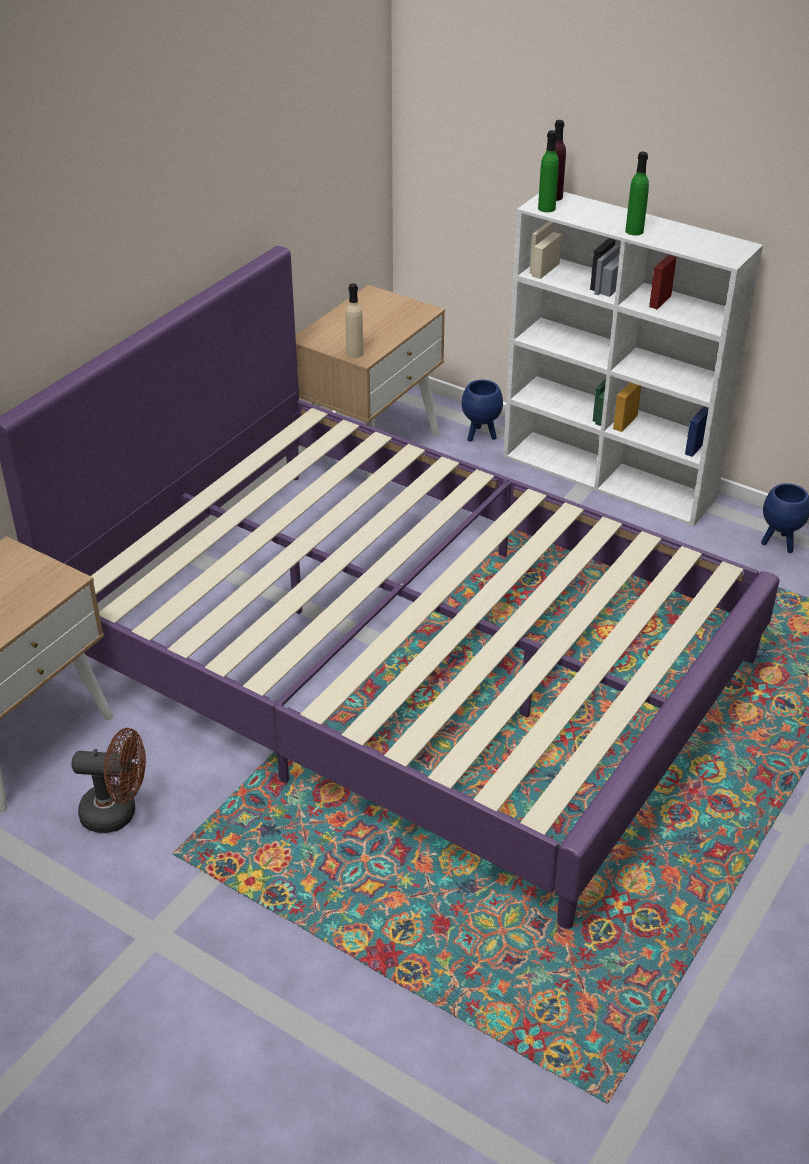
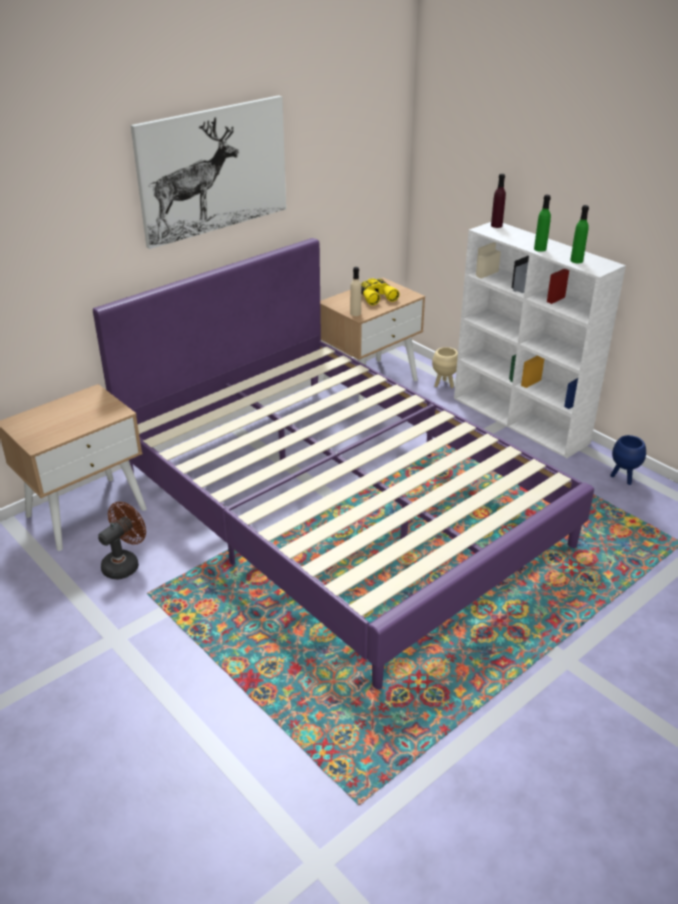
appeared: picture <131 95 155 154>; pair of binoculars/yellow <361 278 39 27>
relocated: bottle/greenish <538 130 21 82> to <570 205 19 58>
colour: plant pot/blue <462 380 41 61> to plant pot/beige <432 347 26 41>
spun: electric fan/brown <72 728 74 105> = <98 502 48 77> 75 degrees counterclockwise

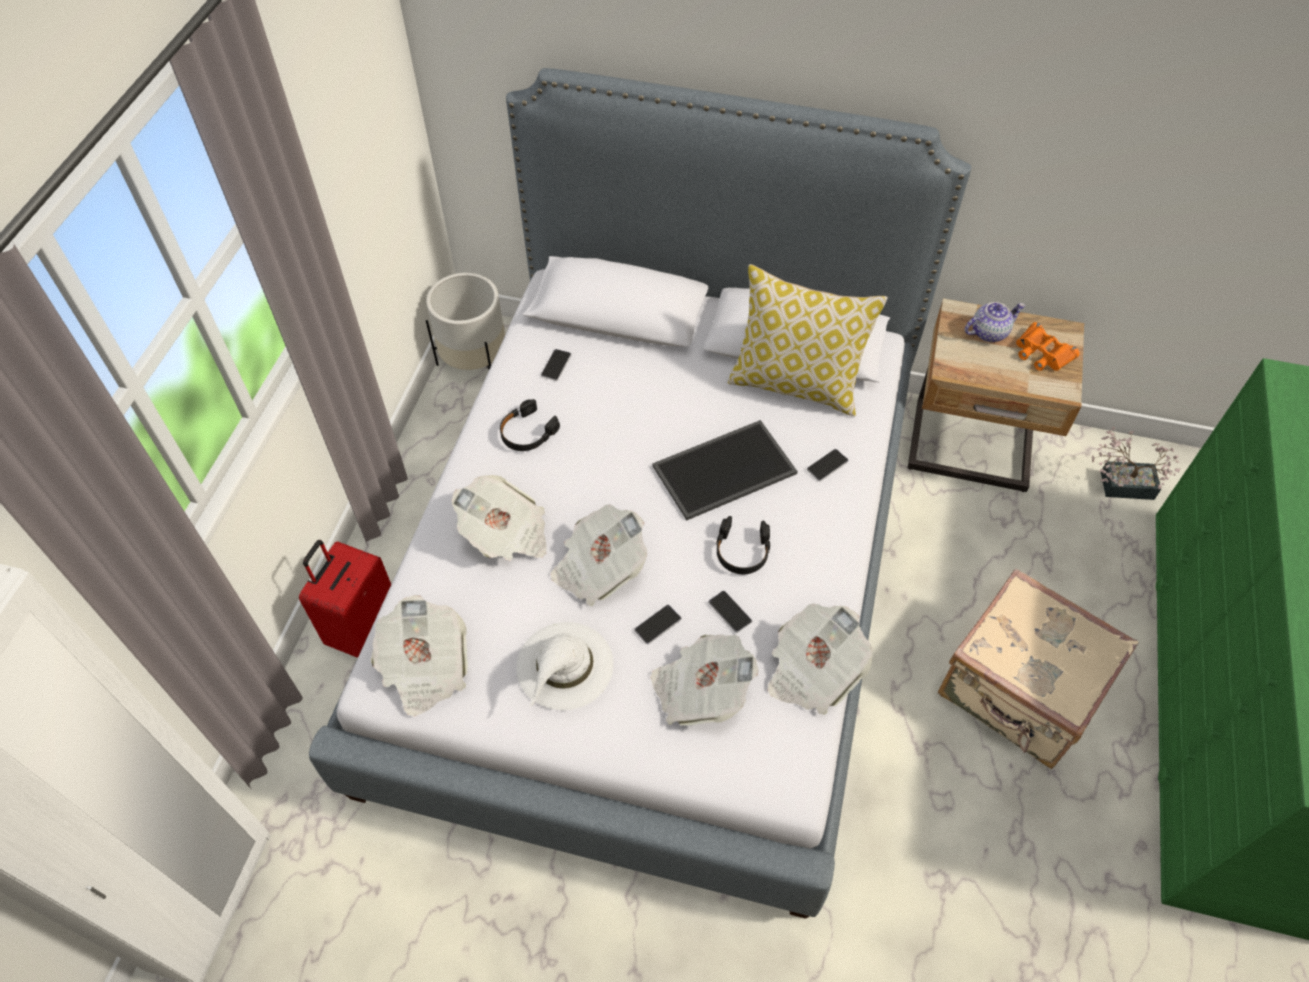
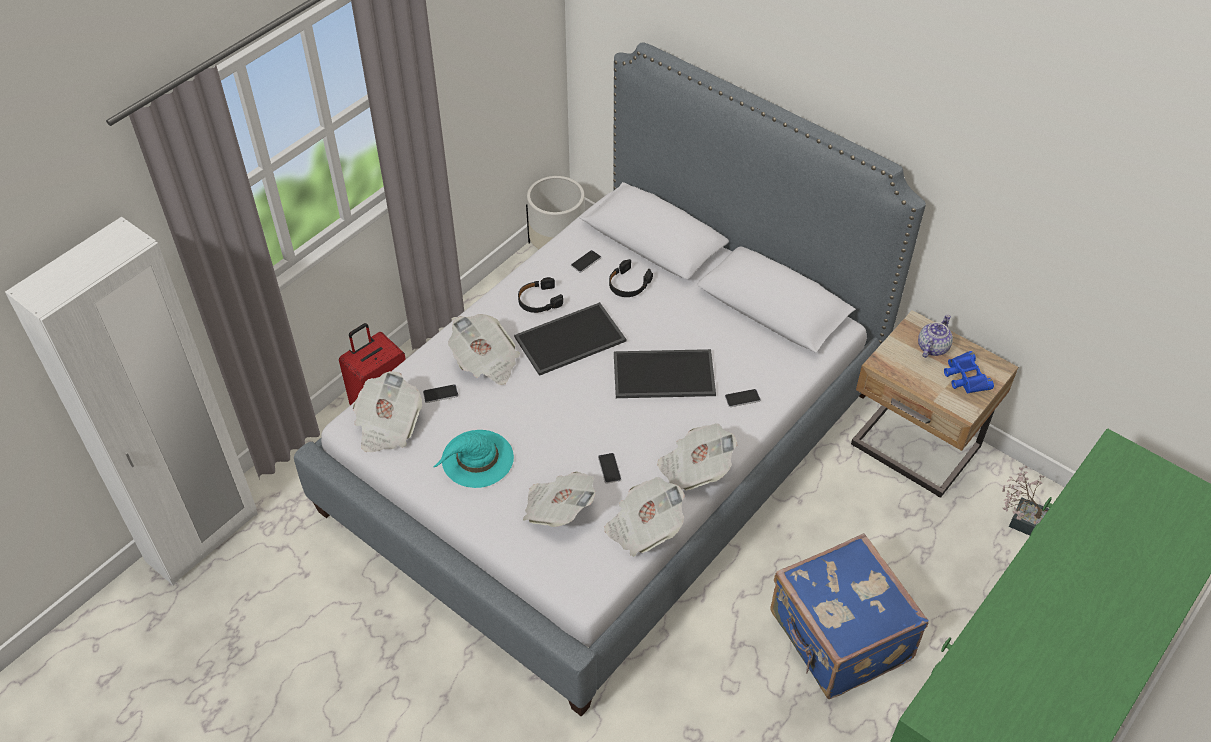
missing: throw pillow <728 264 160 153>
appeared: tray <514 302 112 74>
relocated: printed paper <551 504 96 102> to <657 423 80 68>; headphones/black-coloured <716 516 54 58> to <609 259 44 38>; handset <634 605 47 39> to <423 384 35 19>
colour: pair of binoculars/orangey <1016 322 64 49> to pair of binoculars/blue <944 351 50 42>; piece of luggage/beige <938 568 200 201> to piece of luggage/blue <770 533 159 166>; clothing hat/white-coloured <516 622 97 88> to clothing hat/turquoise-coloured <433 430 81 58>
spun: teapot <965 302 60 40> = <918 314 35 44> 60 degrees counterclockwise

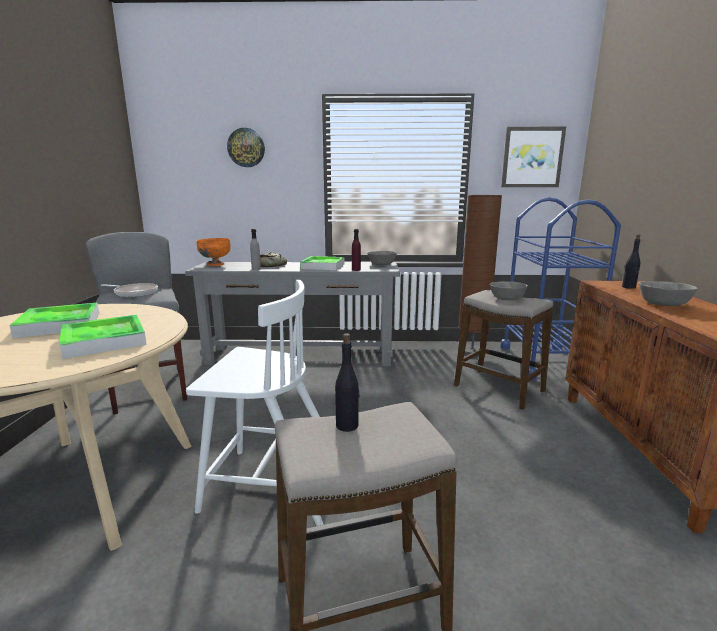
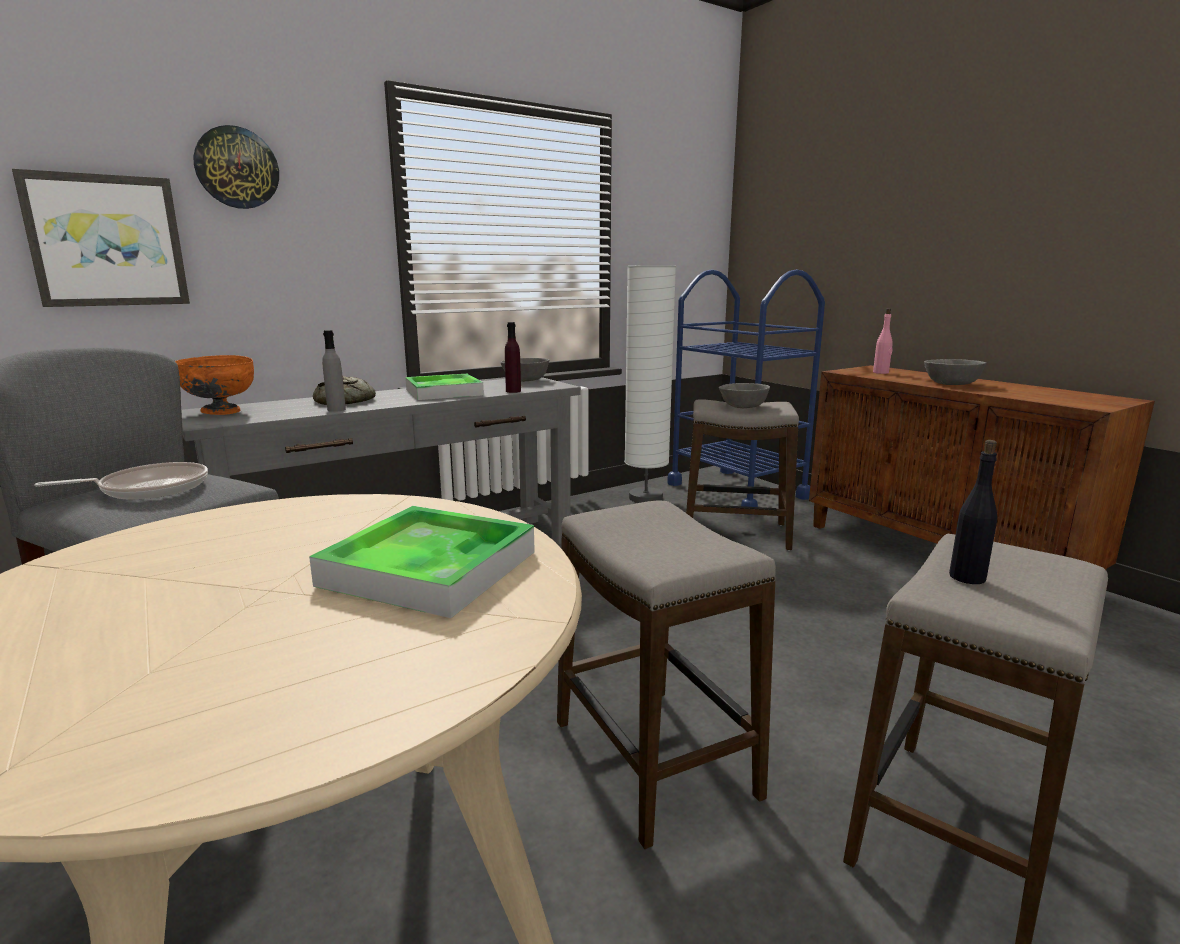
missing: tray <9 302 91 36>
relocated: picture <501 127 65 60> to <12 169 178 138>
exchanged: chair/white-coloured <186 280 137 246> to sitting stool <557 501 219 348>
colour: standing lamp/brown <459 195 43 162> to standing lamp/white-coloured <624 266 52 237>; bottle/black-coloured <622 234 19 55> to bottle/pink-coloured <873 308 20 66>

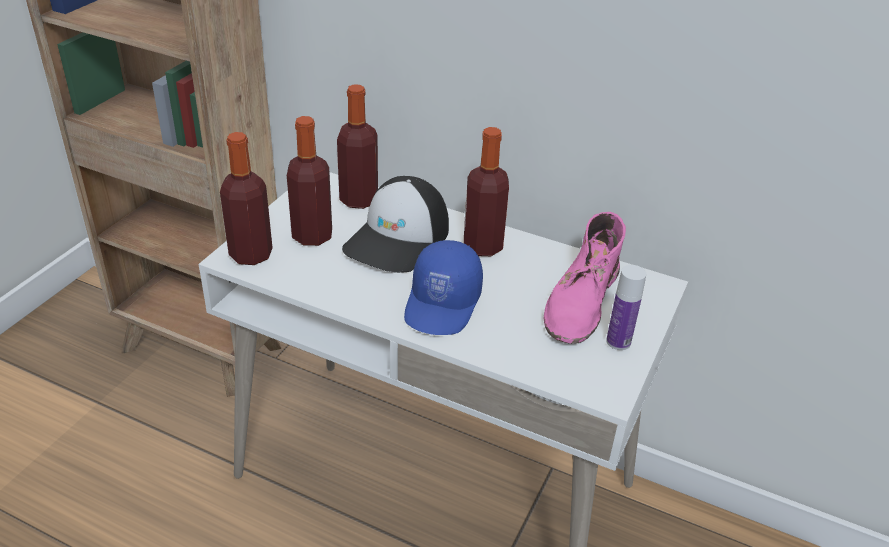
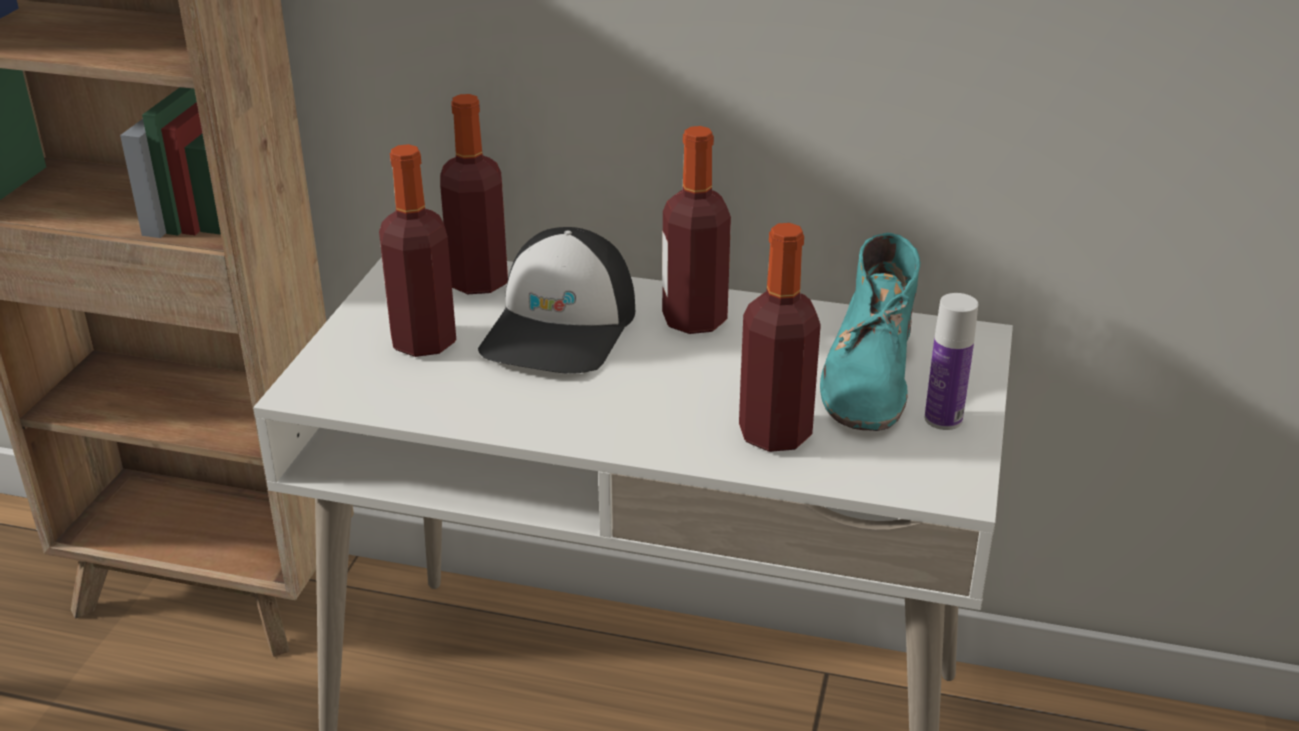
missing: cap/blue <404 240 79 95>
relocated: bottle <220 132 53 133> to <739 223 82 229>
colour: high-top boot/pink-coloured <544 212 82 132> to high-top boot/turquoise-coloured <820 233 100 198>

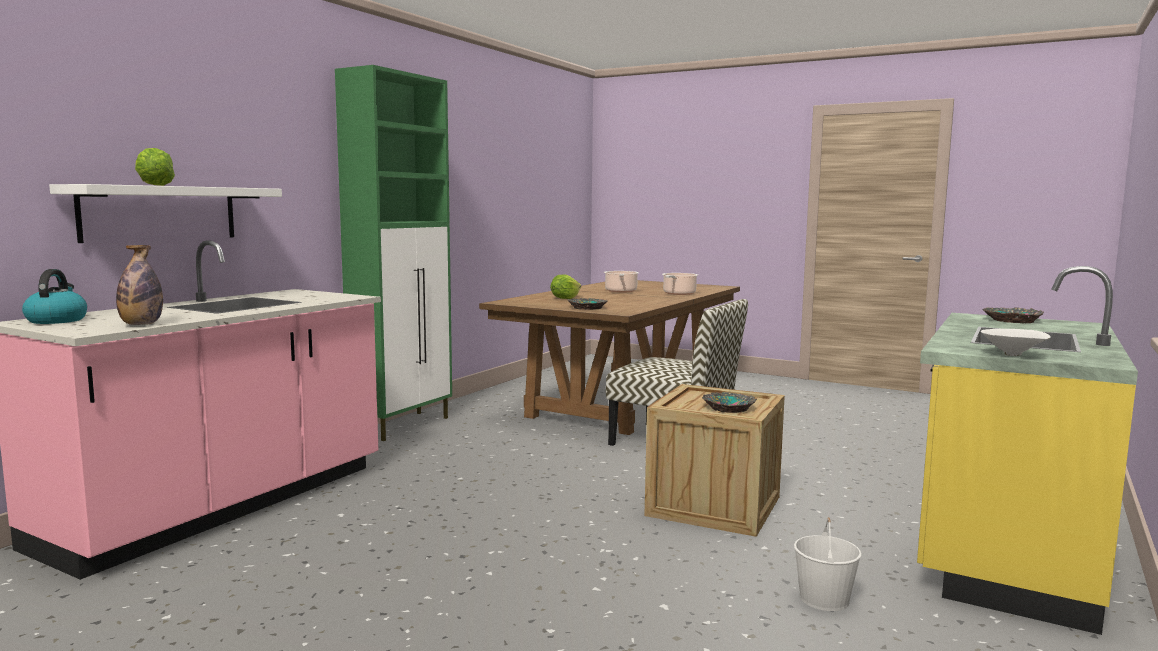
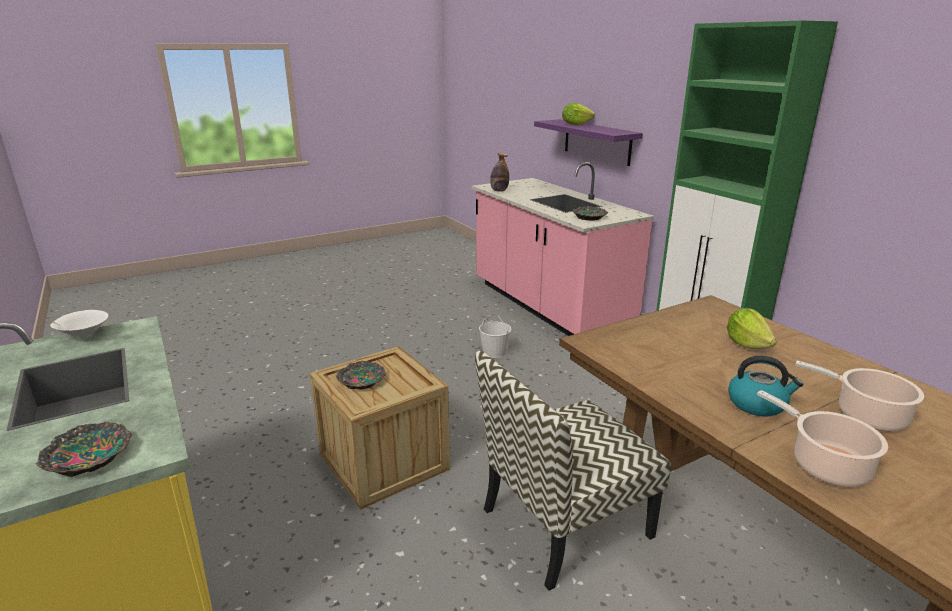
relocated: water kettle <22 269 65 55> to <728 356 76 60>; serving bowl <568 298 40 12> to <572 206 36 15>; bucket/white-coloured <794 517 68 94> to <479 313 32 45>
colour: bracket shelf/white-coloured <49 184 233 59> to bracket shelf/purple <534 119 109 47>

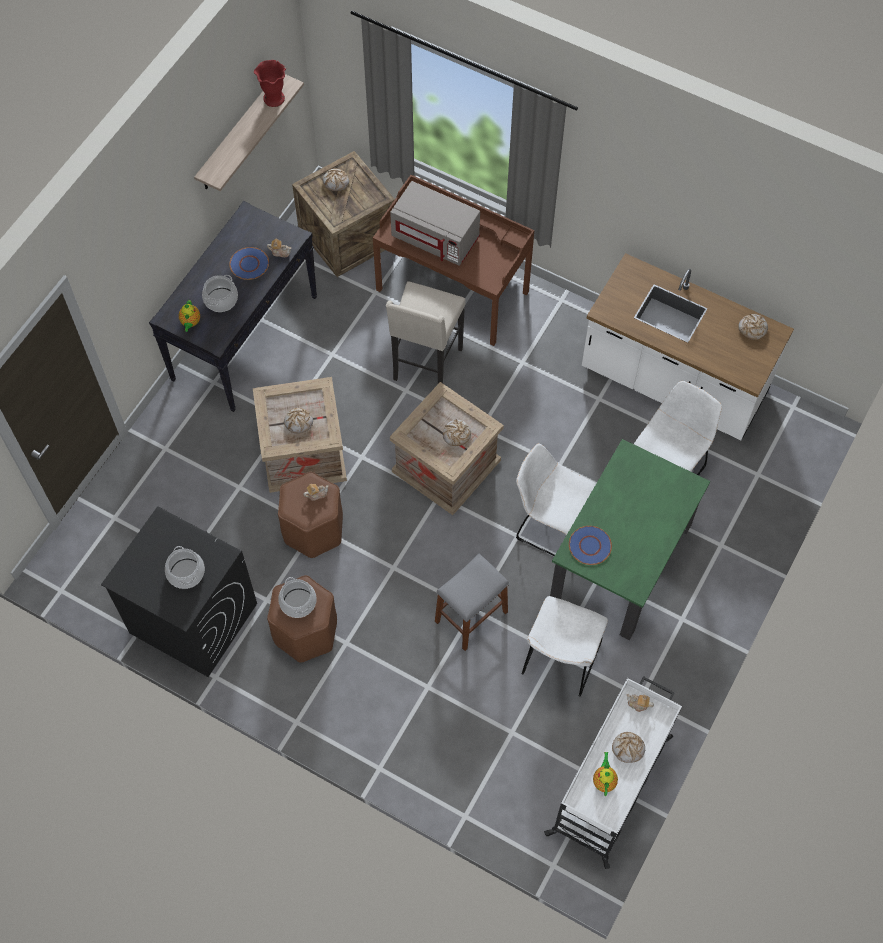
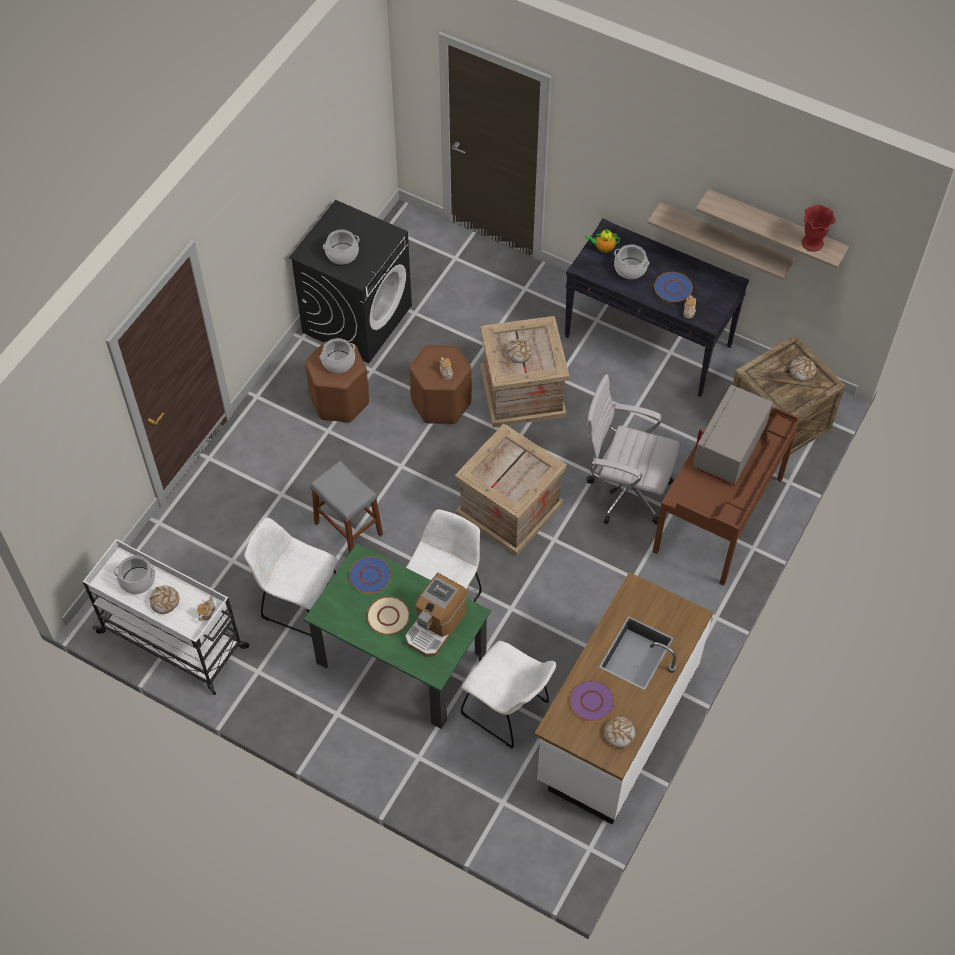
missing: bakery bread <443 419 28 27>
appeared: bracket shelf <647 202 148 78>; coffee maker <405 573 62 84>; flat dish/beige <367 596 43 39>; flat dish/purple <569 680 46 42>
exchanged: sitting stool/beige <386 281 80 103> to office chair/white-coloured <586 374 94 150>; teapot <593 752 25 44> to cooking pot <114 556 41 38>

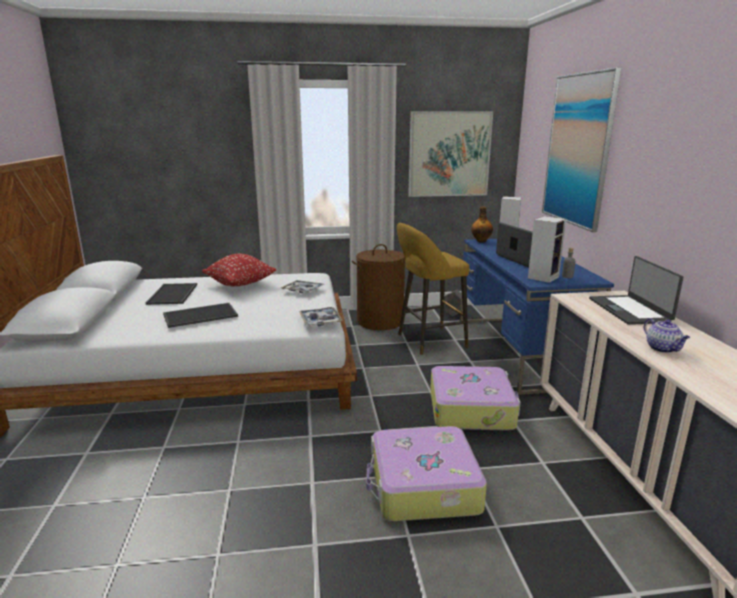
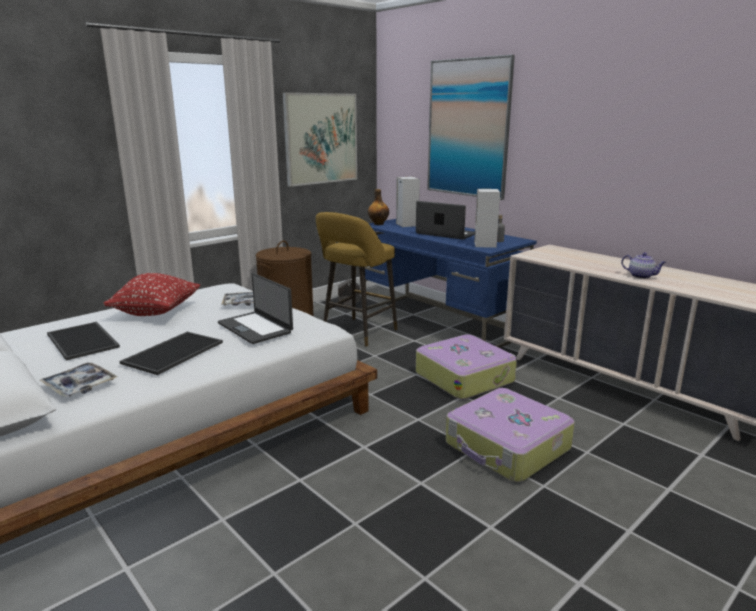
relocated: laptop <589 256 94 69> to <218 273 75 71>; tray <299 307 44 19> to <39 362 79 35>

